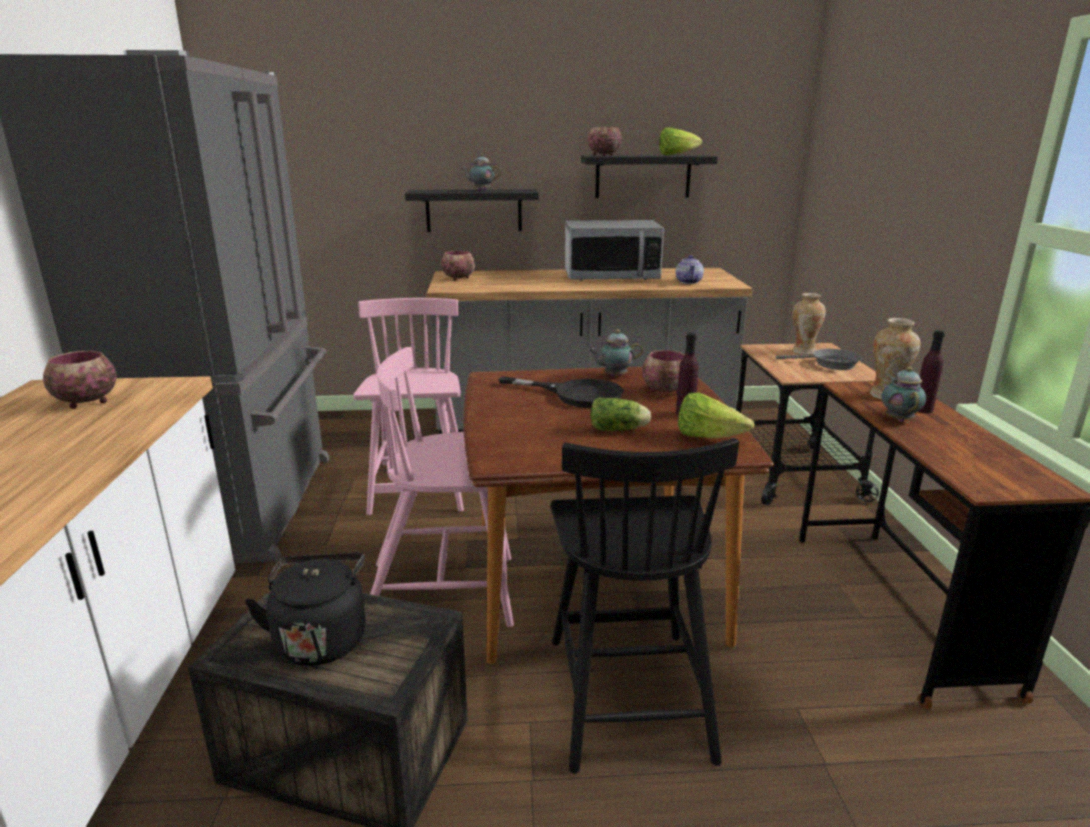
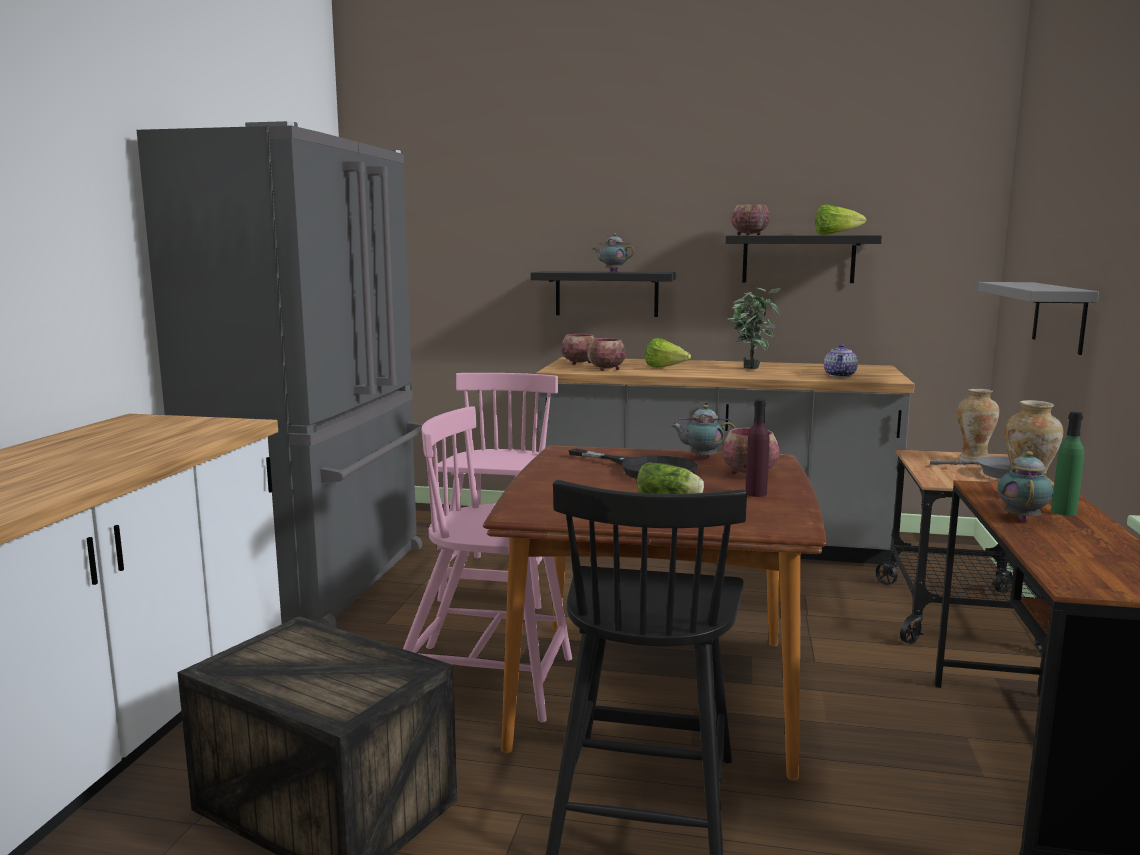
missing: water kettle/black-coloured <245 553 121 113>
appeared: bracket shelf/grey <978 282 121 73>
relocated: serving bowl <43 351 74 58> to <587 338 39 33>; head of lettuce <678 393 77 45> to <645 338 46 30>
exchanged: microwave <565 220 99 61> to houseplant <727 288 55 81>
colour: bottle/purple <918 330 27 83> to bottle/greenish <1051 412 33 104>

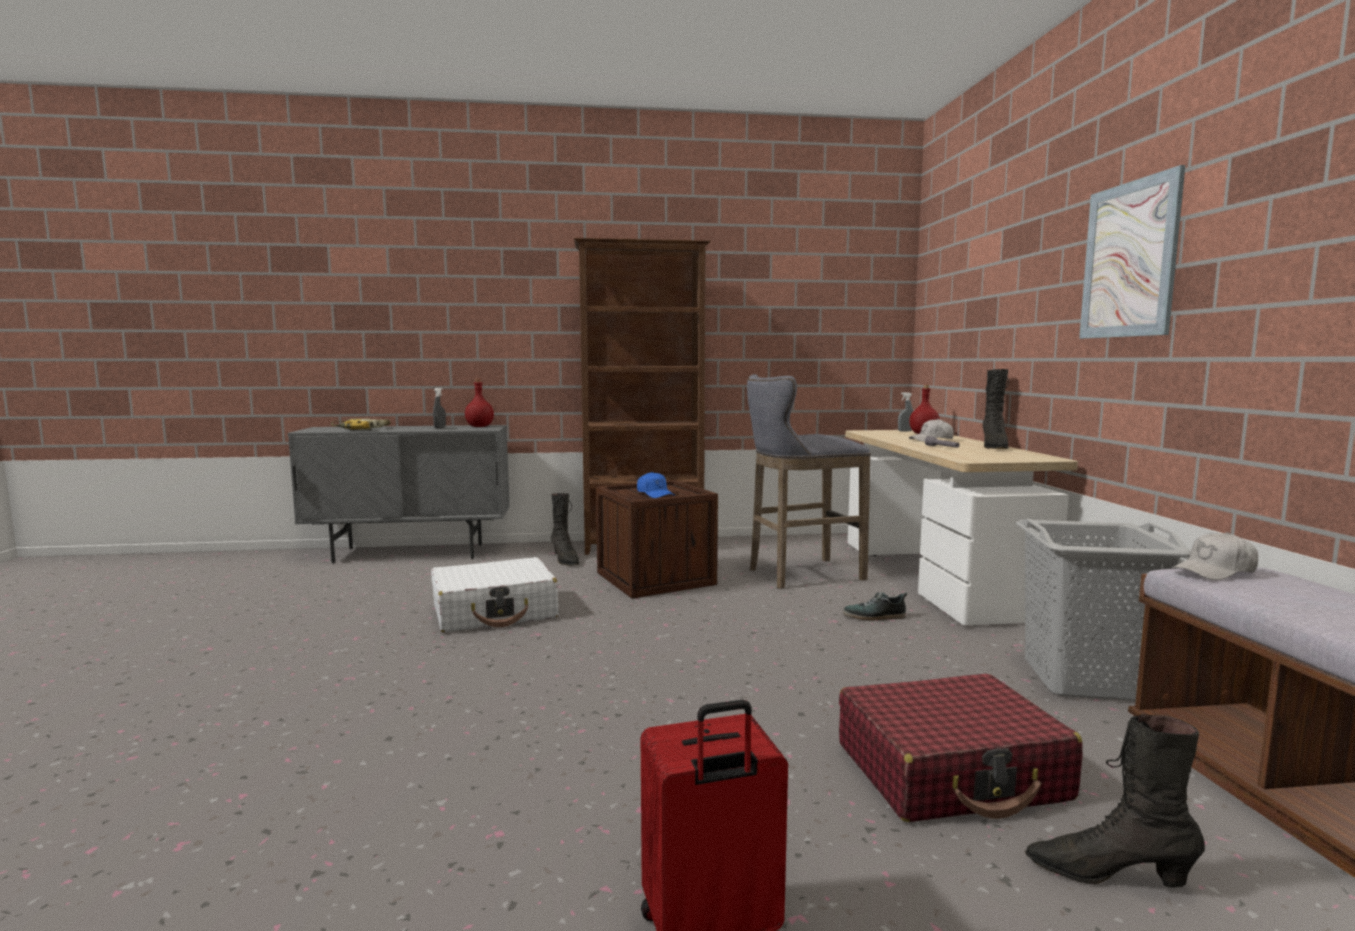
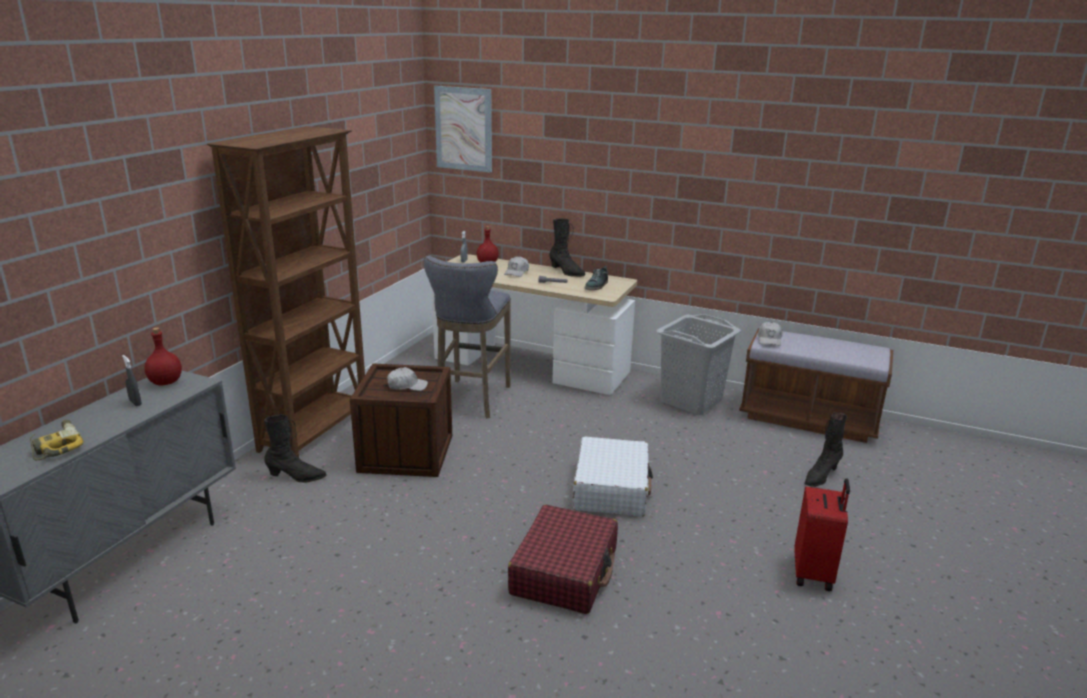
relocated: picture <1079 165 107 174> to <434 86 58 87>; piece of luggage/white-coloured <431 557 127 75> to <573 437 80 80>; item of footwear <843 591 64 30> to <585 266 23 24>; piece of luggage/red-coloured <839 674 244 148> to <508 505 110 109>
colour: cap/blue <637 472 38 26> to cap/white-coloured <387 367 41 24>

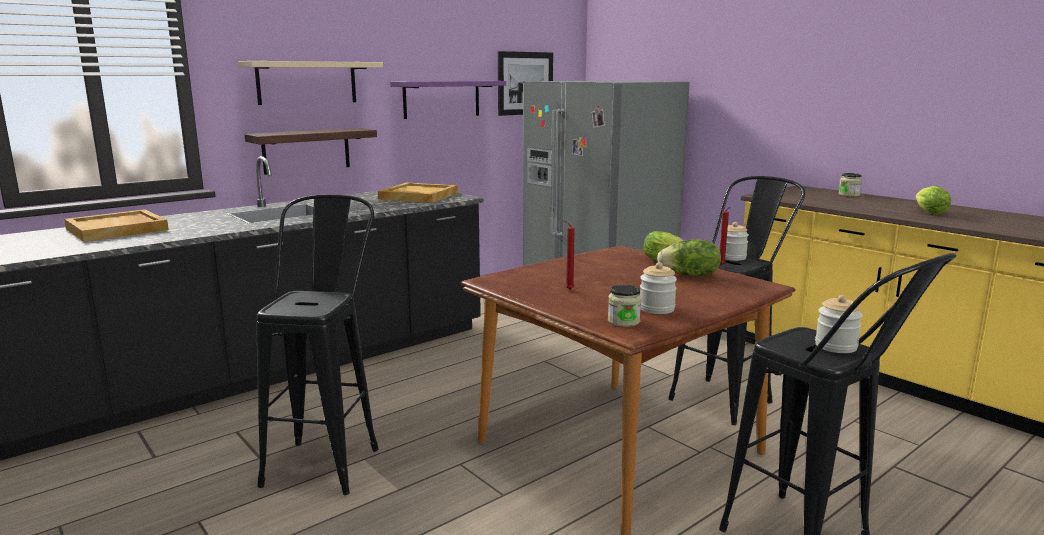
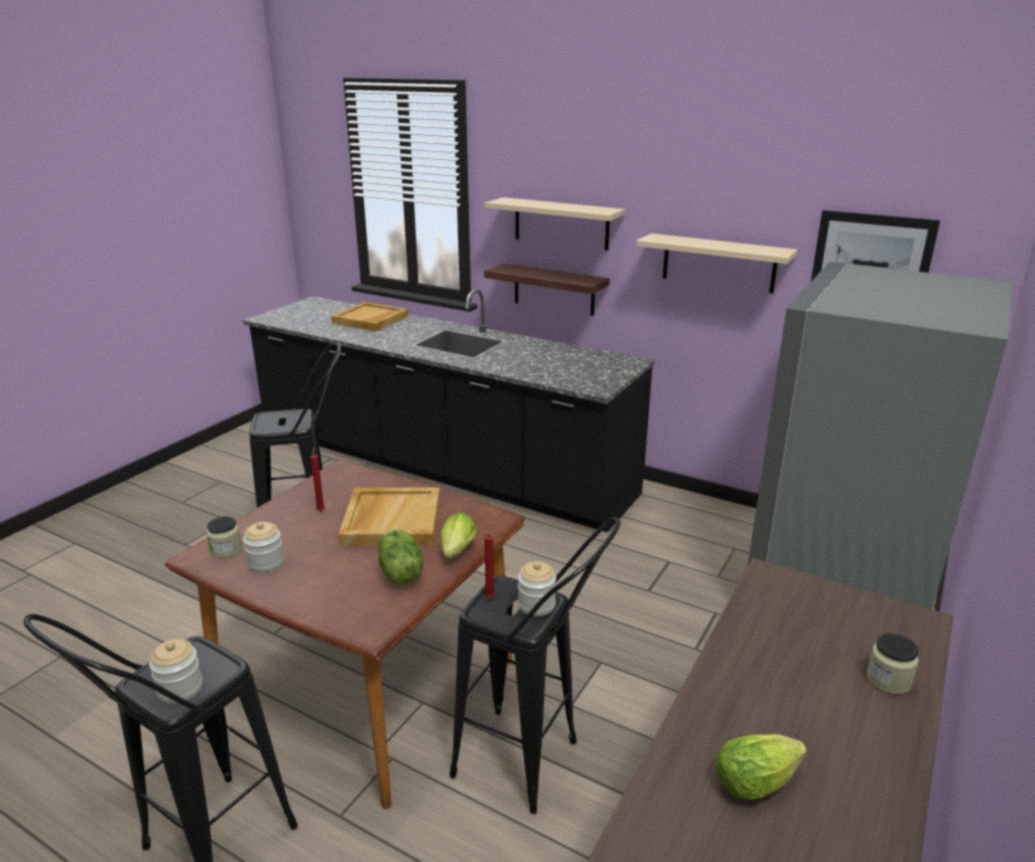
relocated: tray/beige <378 182 80 21> to <338 487 102 59>
colour: bracket shelf/purple <390 81 116 38> to bracket shelf/beige <636 233 162 60>

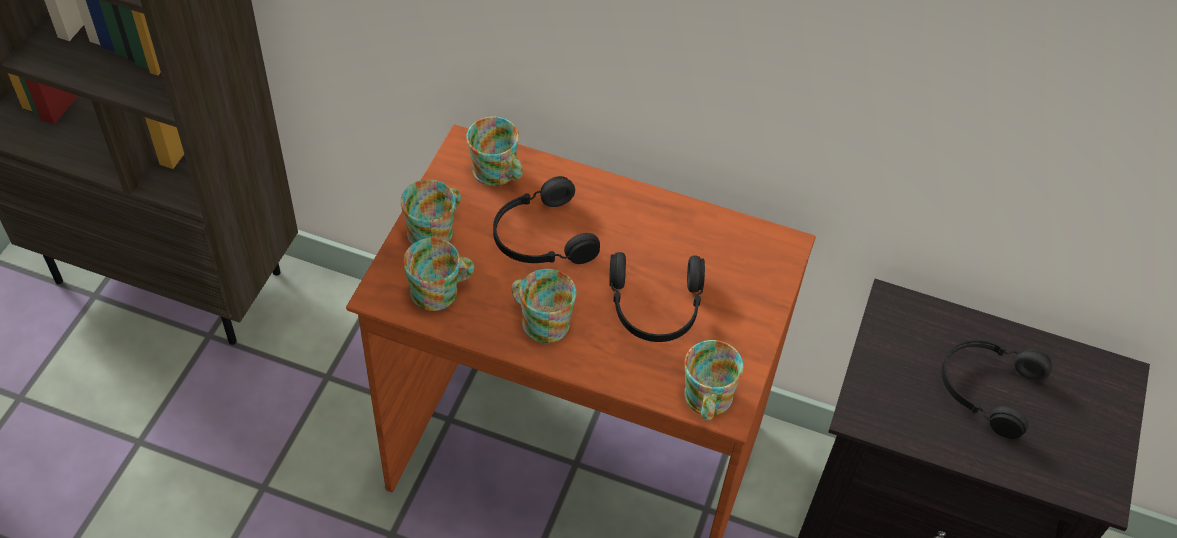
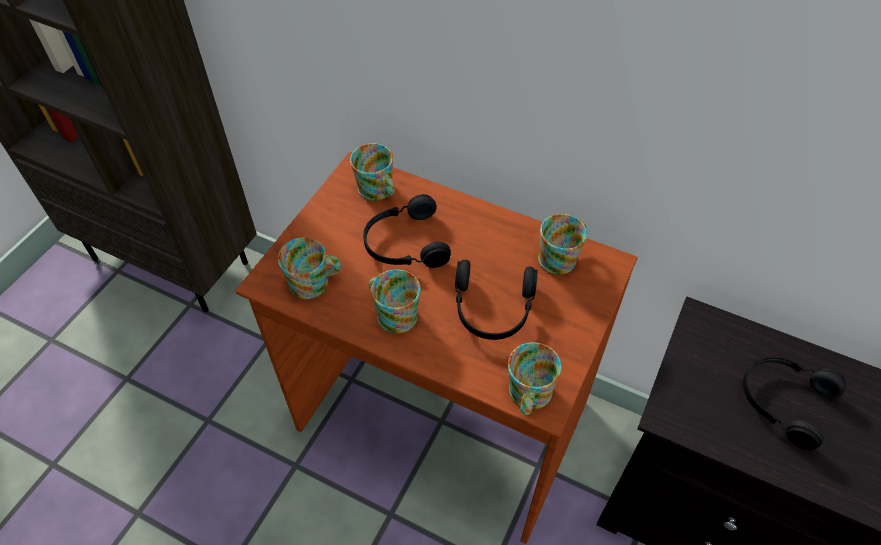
relocated: mug <401 180 60 64> to <538 214 49 61>

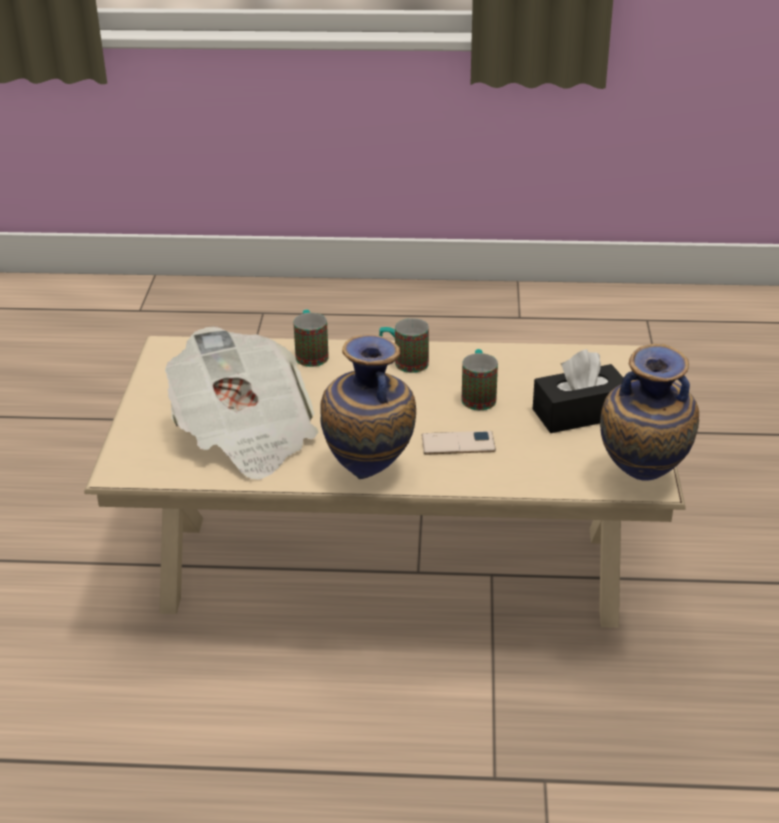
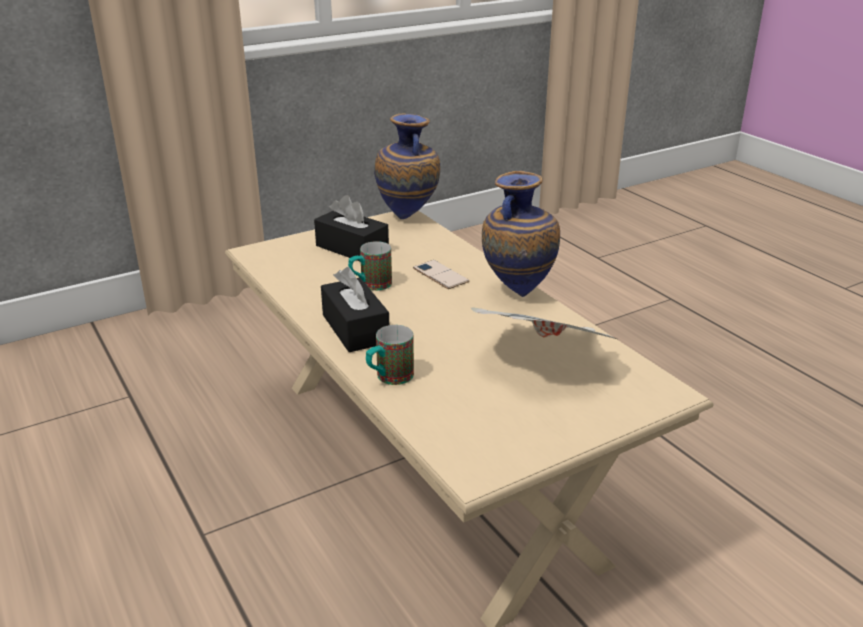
exchanged: mug <379 318 50 55> to box of tissues/black-coloured <321 267 68 85>

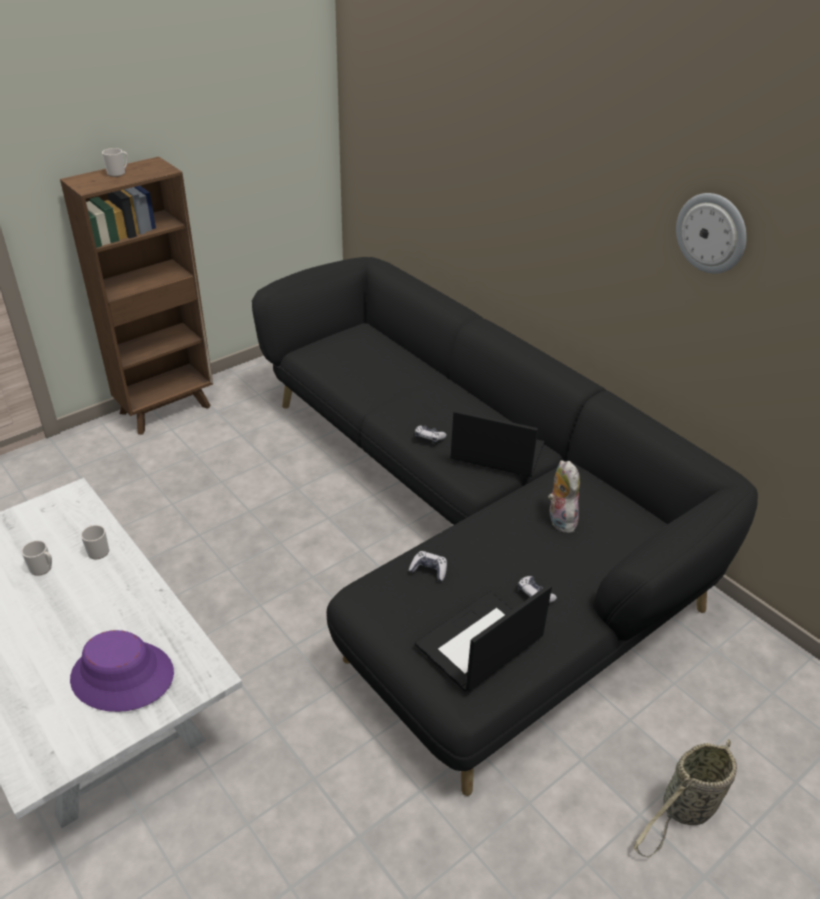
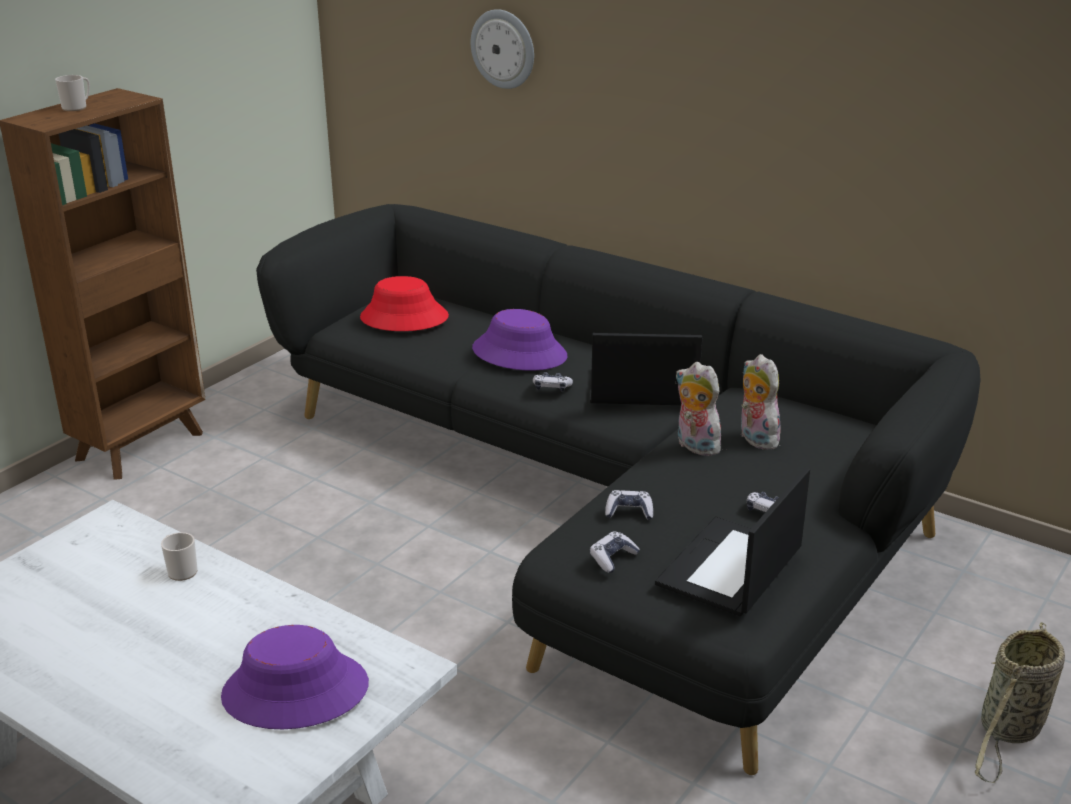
missing: mug <21 540 31 36>
appeared: clothing hat/red-coloured <360 276 89 55>; clothing hat/purple <472 309 95 62>; plush toy <675 362 48 94>; game controller <590 532 50 41>
relocated: clock on the wall <676 193 71 81> to <471 9 63 80>

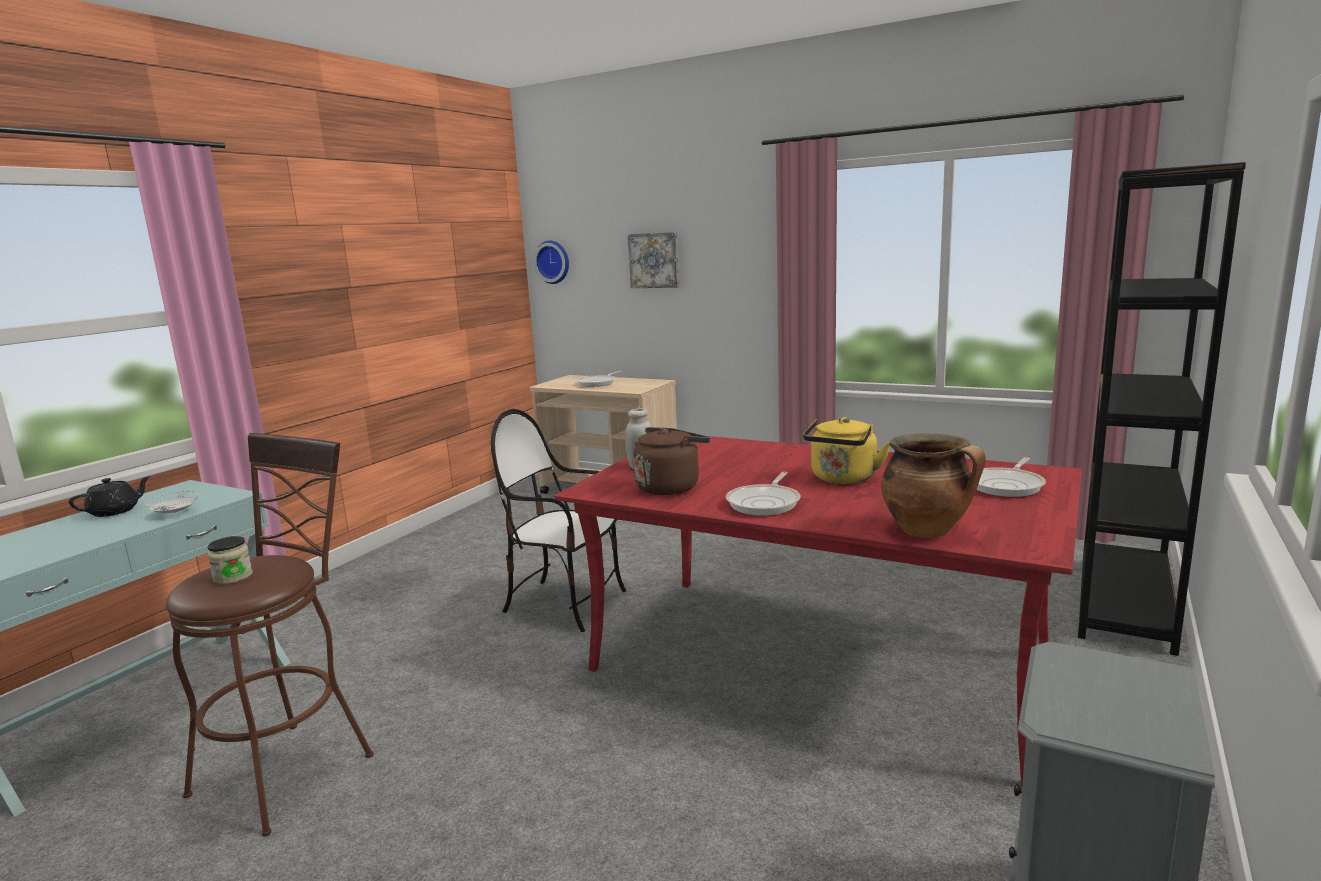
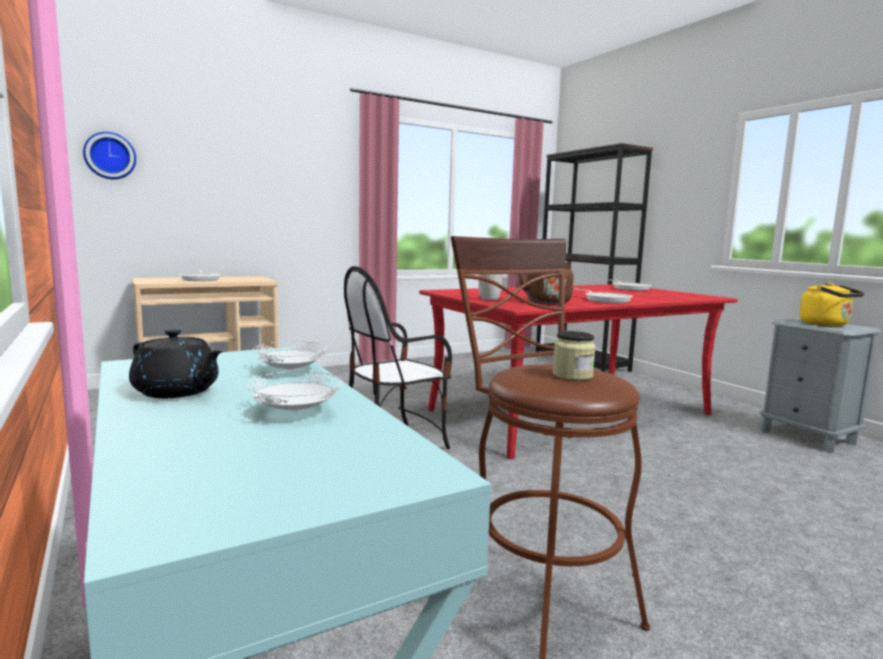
missing: picture <628 232 52 56>; cooking pot <881 433 105 105>
appeared: flat dish/white-coloured <246 371 95 41>
relocated: water kettle/yellow <803 417 87 67> to <799 282 66 44>
spun: teapot/black-coloured <69 476 82 41> = <129 329 94 69> 135 degrees clockwise

